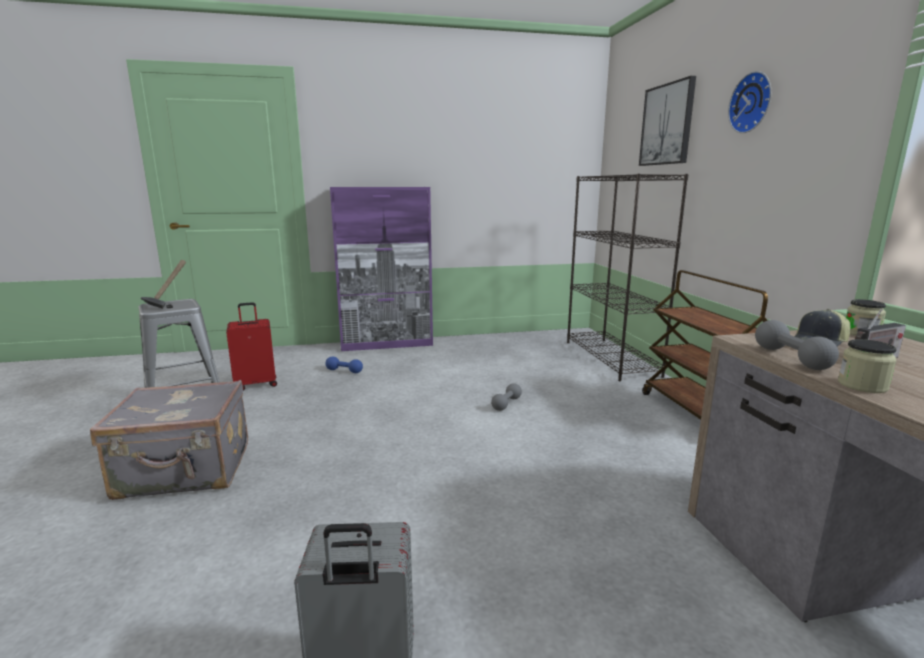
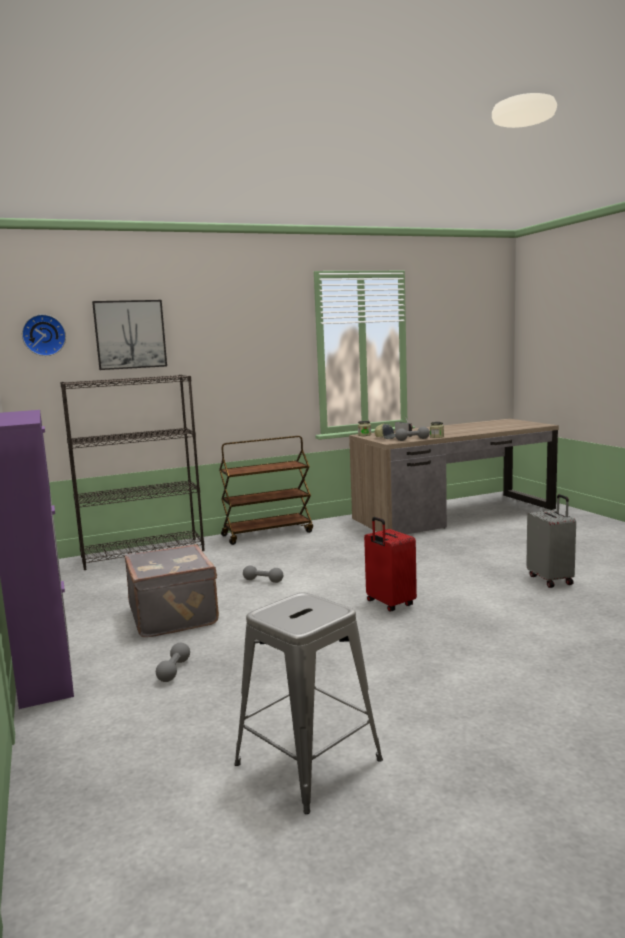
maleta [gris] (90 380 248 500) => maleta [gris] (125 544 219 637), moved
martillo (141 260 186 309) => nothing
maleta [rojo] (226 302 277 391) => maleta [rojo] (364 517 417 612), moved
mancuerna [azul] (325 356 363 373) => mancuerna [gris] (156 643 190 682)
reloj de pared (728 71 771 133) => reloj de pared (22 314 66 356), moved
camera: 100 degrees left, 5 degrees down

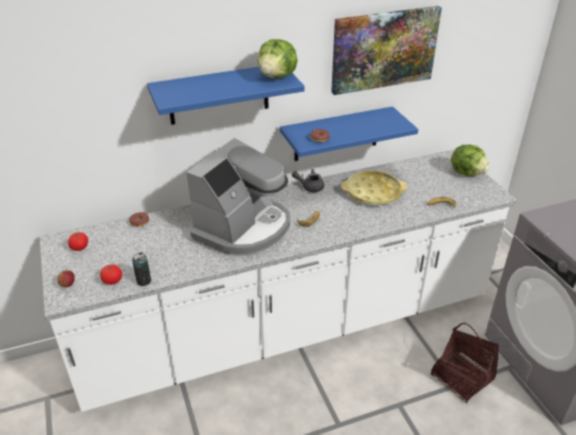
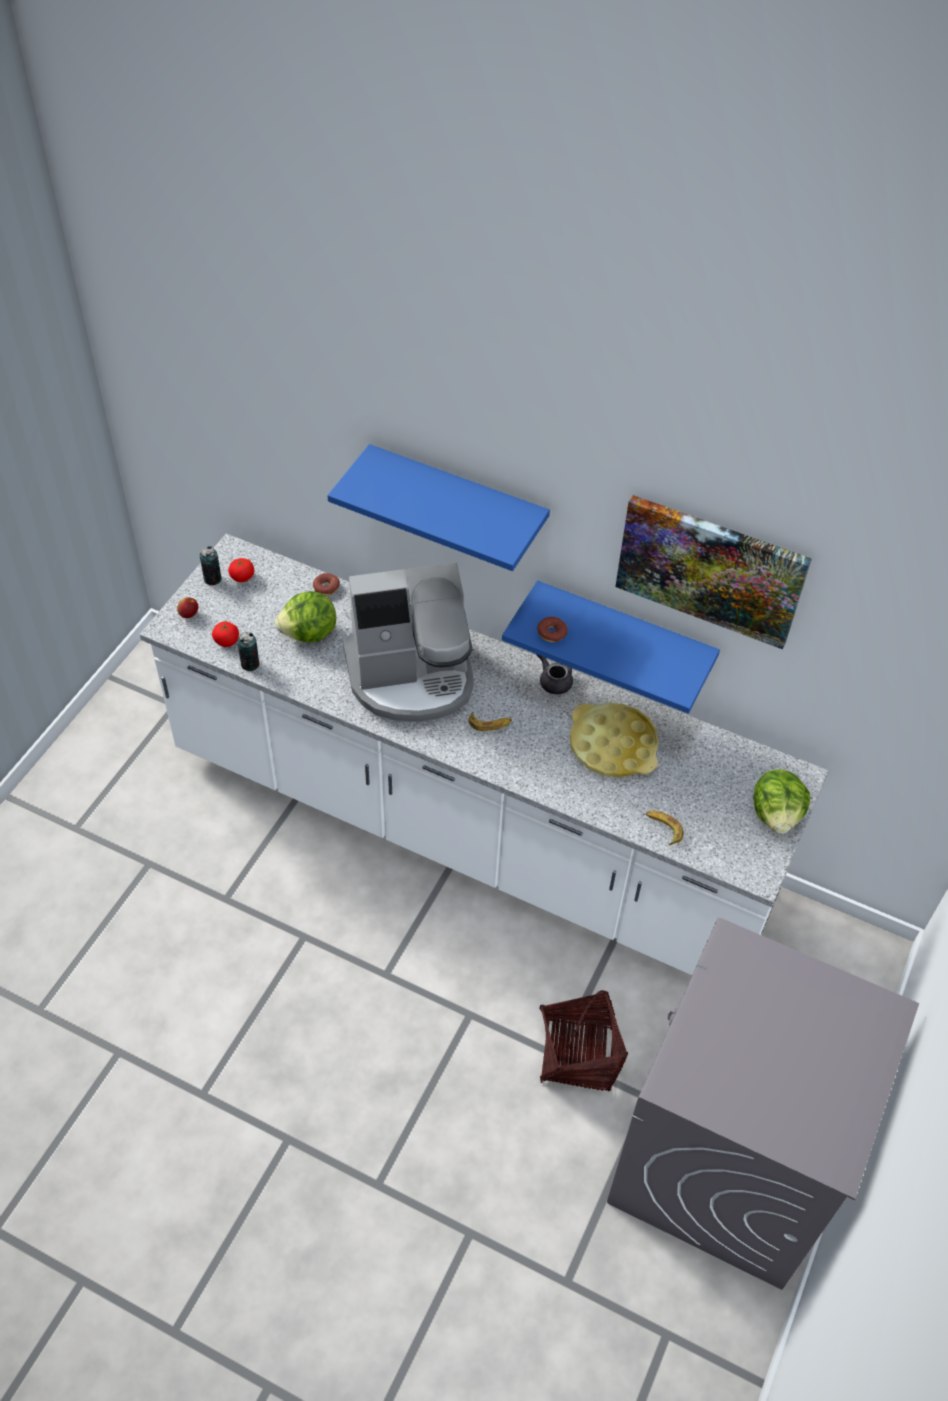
lechuga (258 39 298 78) => lechuga (275 591 336 642), moved
nothing => lata (200 546 221 585)
camera: 45 degrees right, 15 degrees up

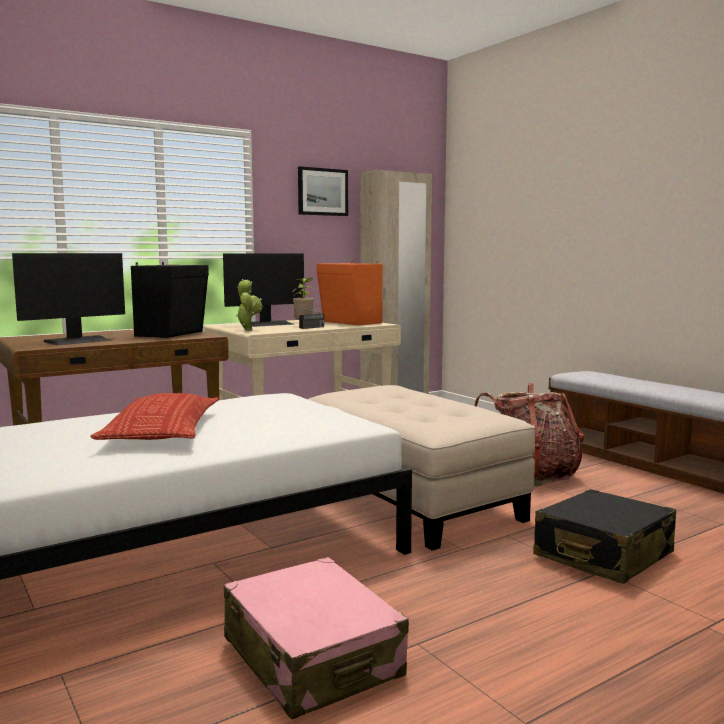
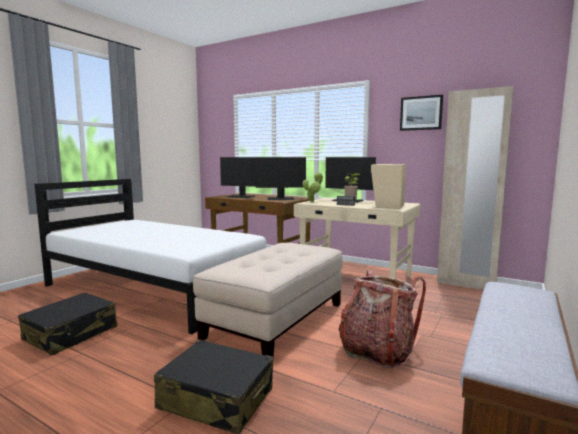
cojín (90 393 218 440) => nothing
altavoz [negro] (131 262 209 338) => monitor (255 157 306 200)
maleta [rosa] (224 557 409 720) => maleta [negro] (18 292 117 356)
altavoz [naranja] (316 261 382 325) => altavoz [beis] (371 164 406 209)
camera: 65 degrees right, 0 degrees up

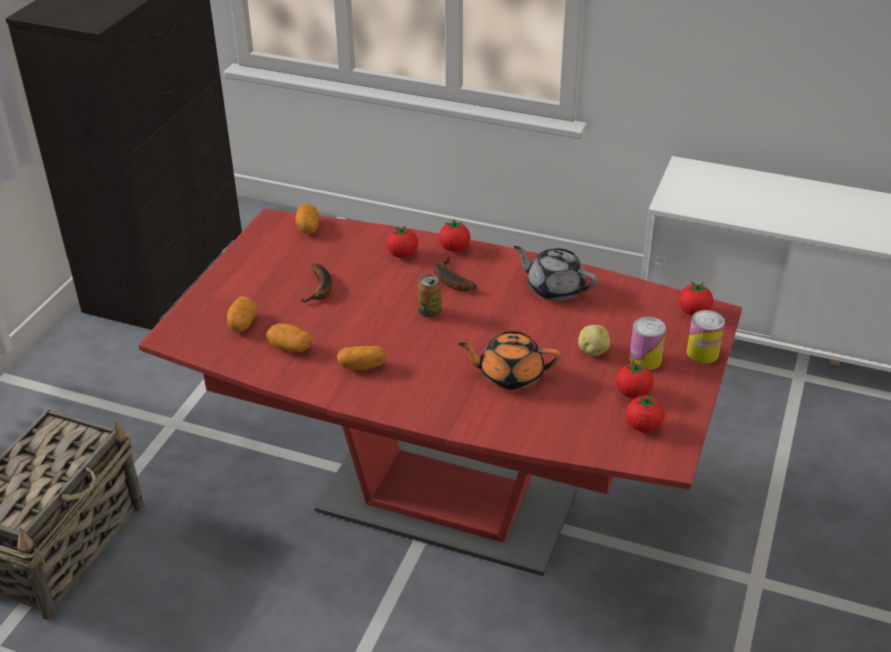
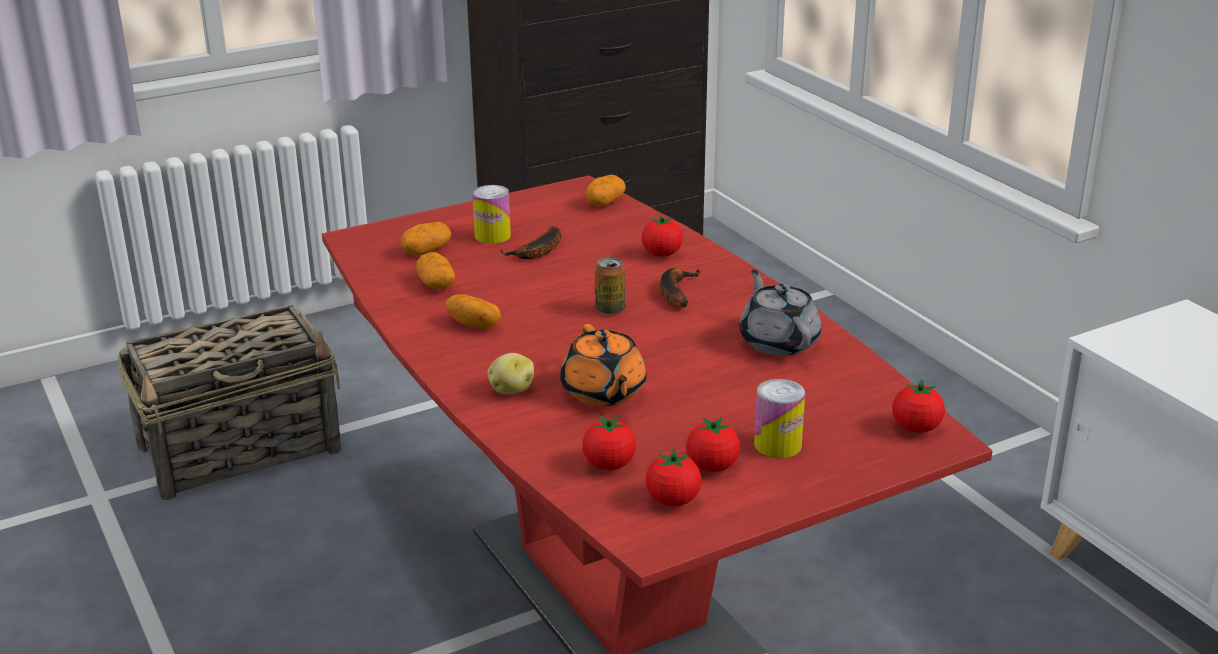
tomate (439 220 470 252) => tomate (583 415 636 470), moved
tetera [naranja] (458 331 561 390) => tetera [naranja] (560 324 646 406), 150 degrees counterclockwise
patata (578 325 610 356) => patata (487 353 534 394), moved
lata (687 310 725 364) => lata (472 185 511 244), moved
camera: 40 degrees right, 10 degrees down

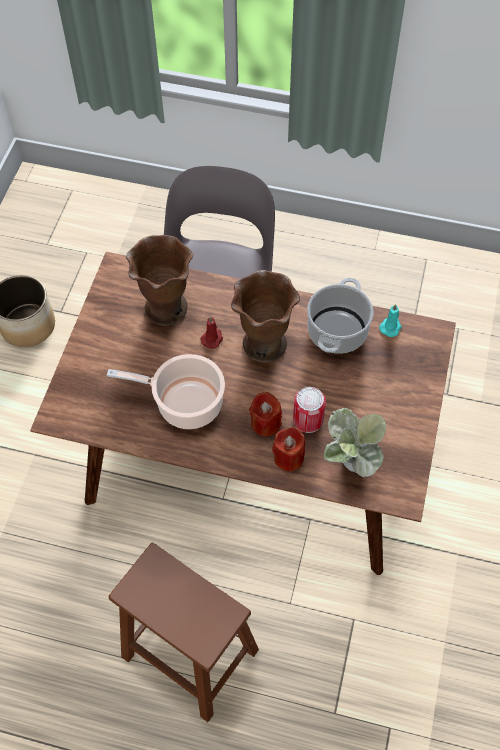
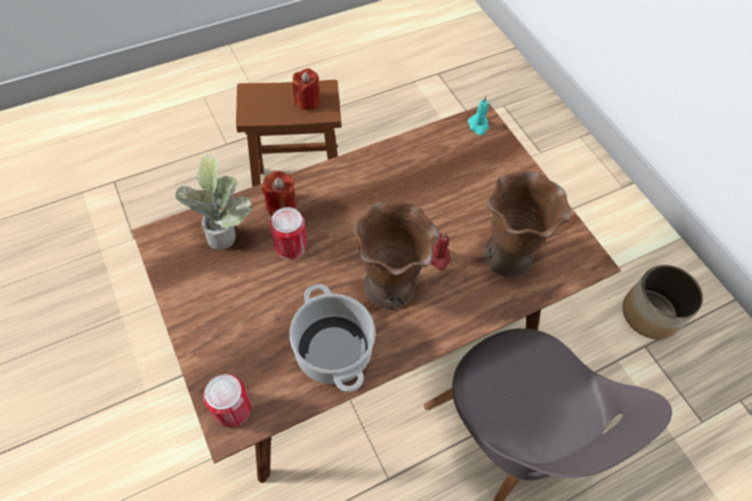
olla (107 354 225 429) => nothing
vela [rojo] (249 392 282 437) => vela [rojo] (293 68 320 110), moved
vela [turquesa] (379 304 402 337) => vela [turquesa] (468 96 489 135), moved
nothing => lata (203 374 252 427)
camera: 135 degrees right, 0 degrees up

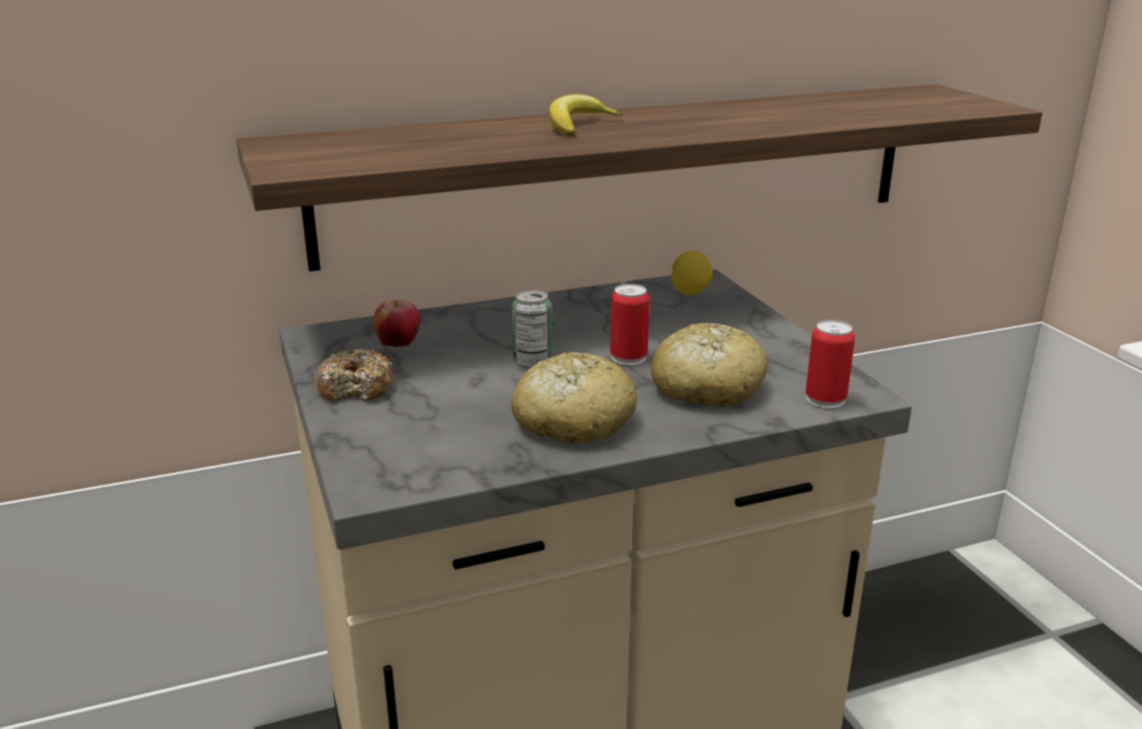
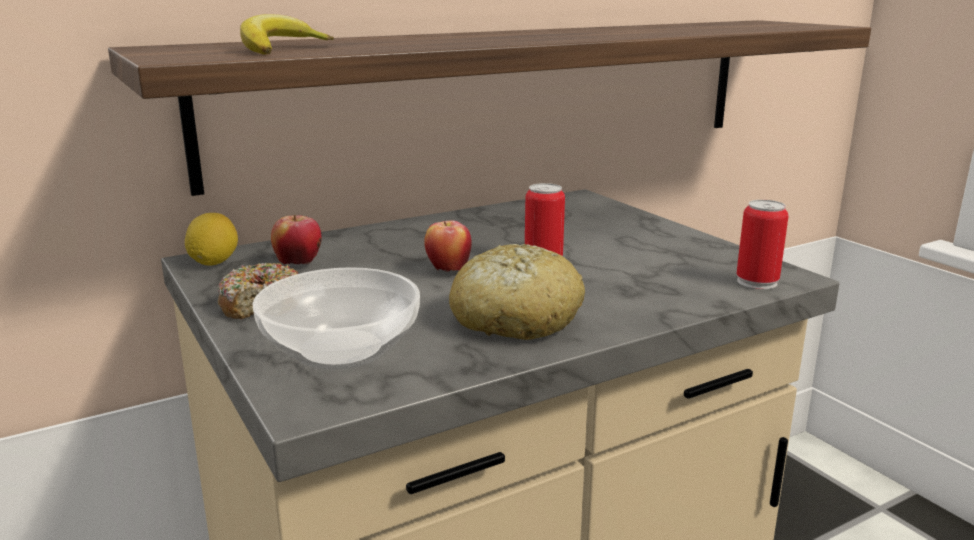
lata (512 290 552 369) => manzana (424 220 472 272)
plátano (549 94 622 136) => plátano (240 14 334 55), moved
pan (651 323 768 407) => nothing
limón (671 251 713 295) => limón (185 213 238 266), moved
nothing => cuenco (252 267 420 370)
camera: 10 degrees left, 5 degrees down

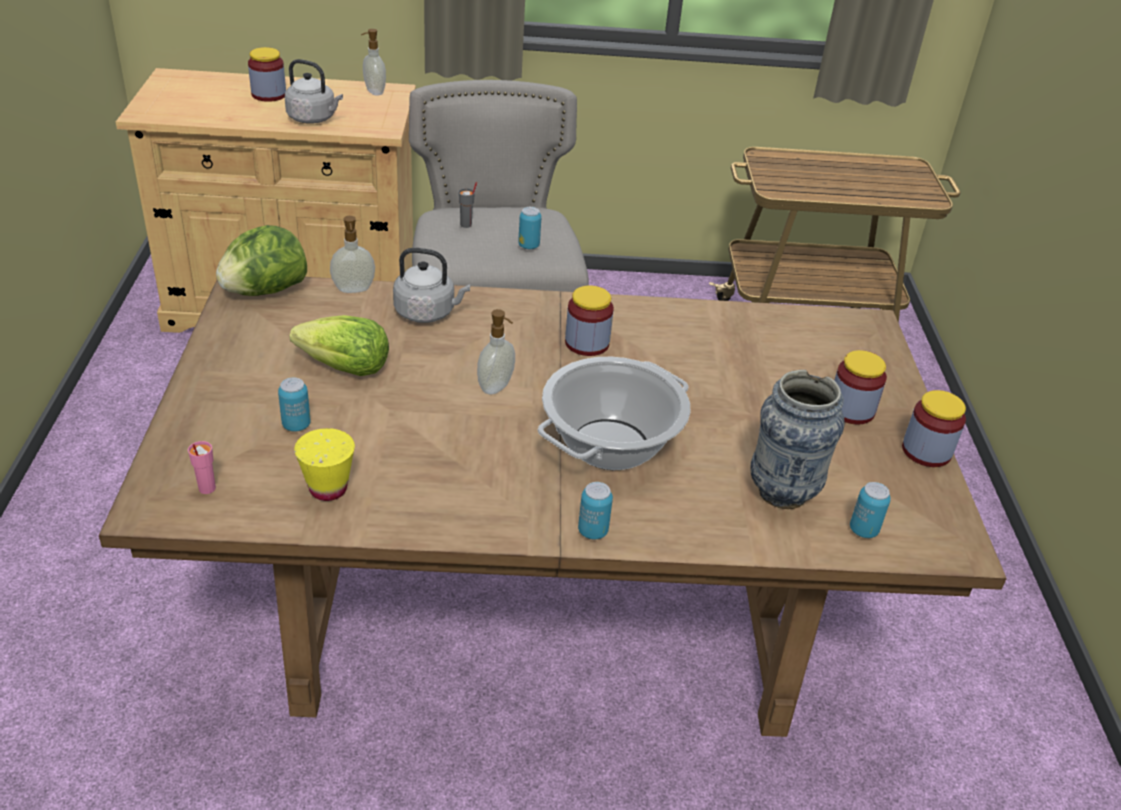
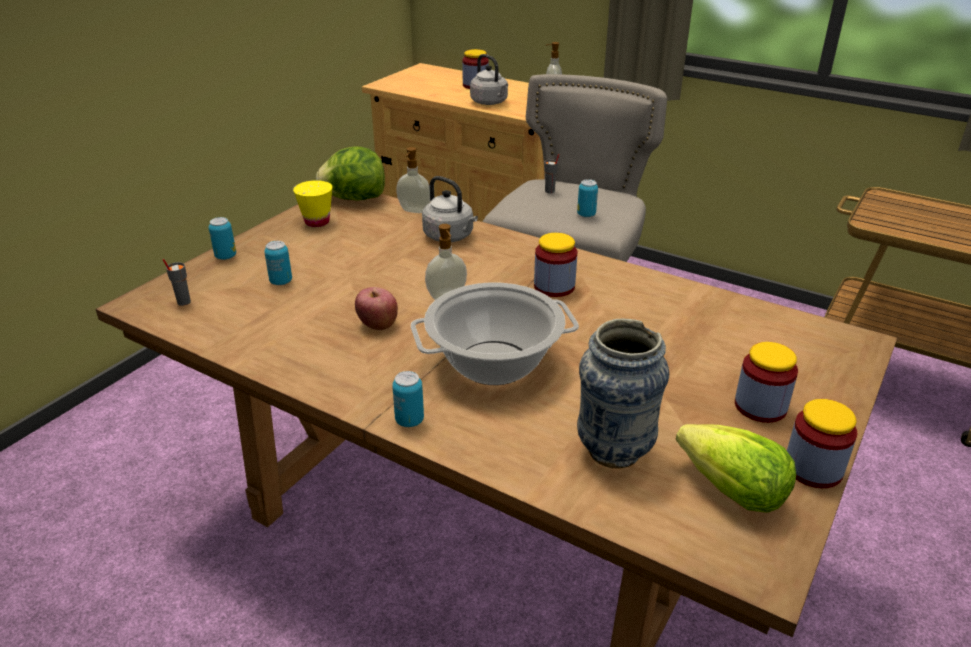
taza [rosa] (188 441 216 494) => taza [gris] (162 259 191 306)
lechuga (290 315 389 376) => lechuga (676 424 796 513), moved
taza [amarillo] (294 428 355 501) => taza [amarillo] (293 180 333 227), moved
lata (850 482 891 538) => lata (209 217 236 260), moved
nothing => manzana (355 287 398 330)
camera: 35 degrees right, 5 degrees down

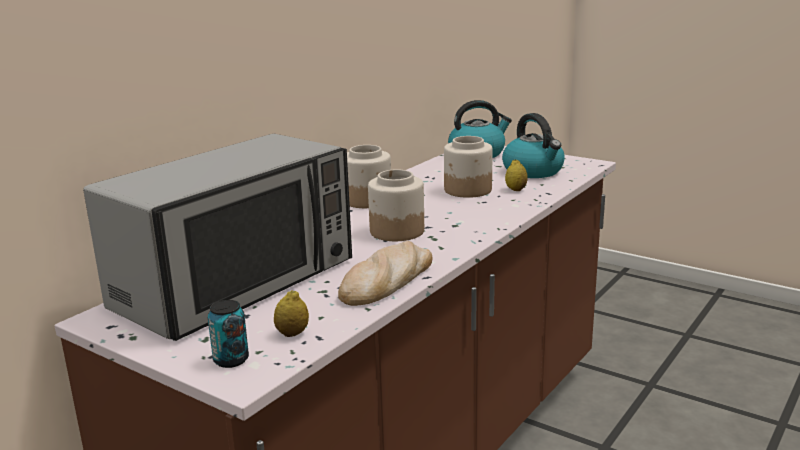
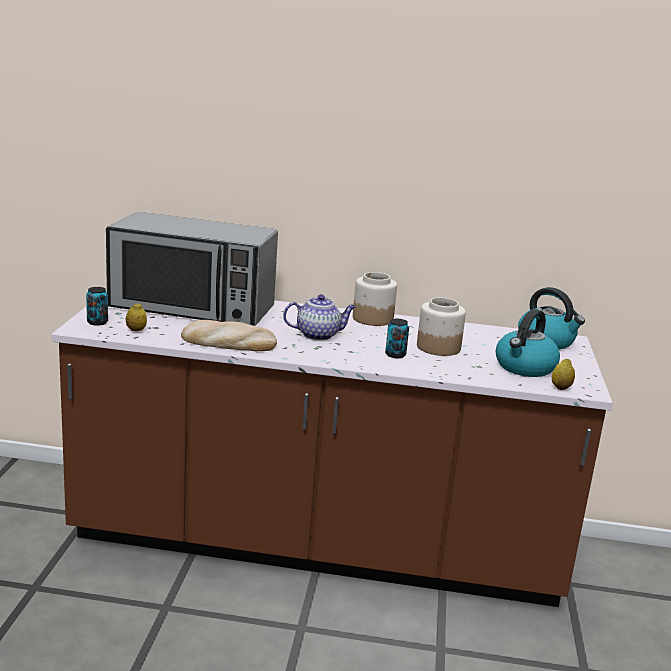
tarro (368 169 424 241) => tetera (283 294 356 341)
limón (505 160 528 191) => limón (552 358 575 390), moved
nothing => lata (385 319 409 358)
camera: 60 degrees right, 0 degrees up

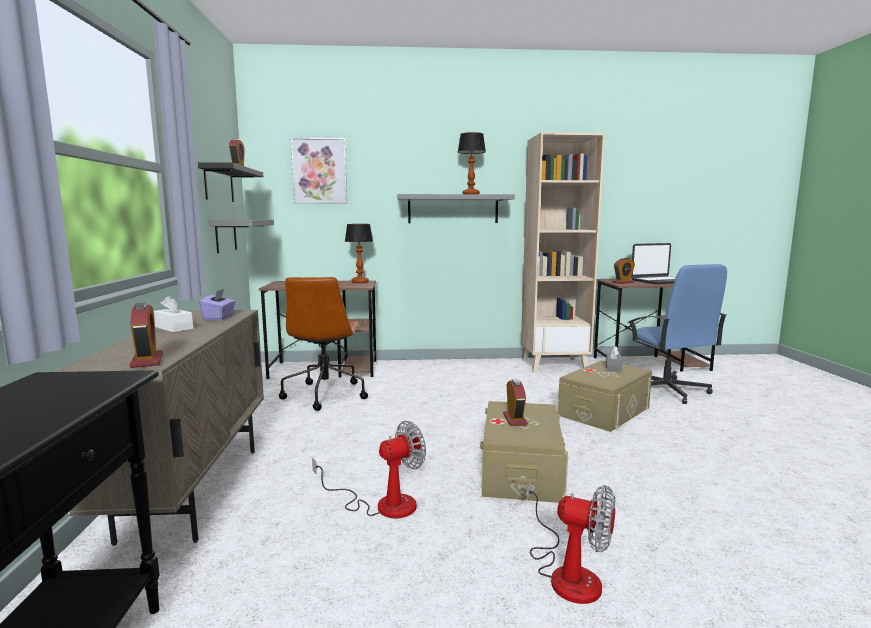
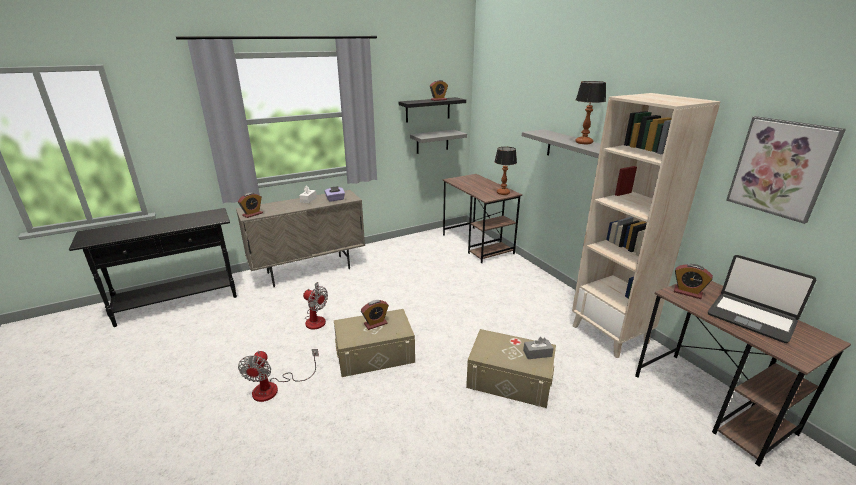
silla de oficina [marrón] (279 277 368 411) => nothing
cuadro (291 137 347 204) => cuadro (726 116 846 224), moved
silla de oficina [azul] (628 264 727 404) => nothing
camera: 65 degrees right, 15 degrees up

